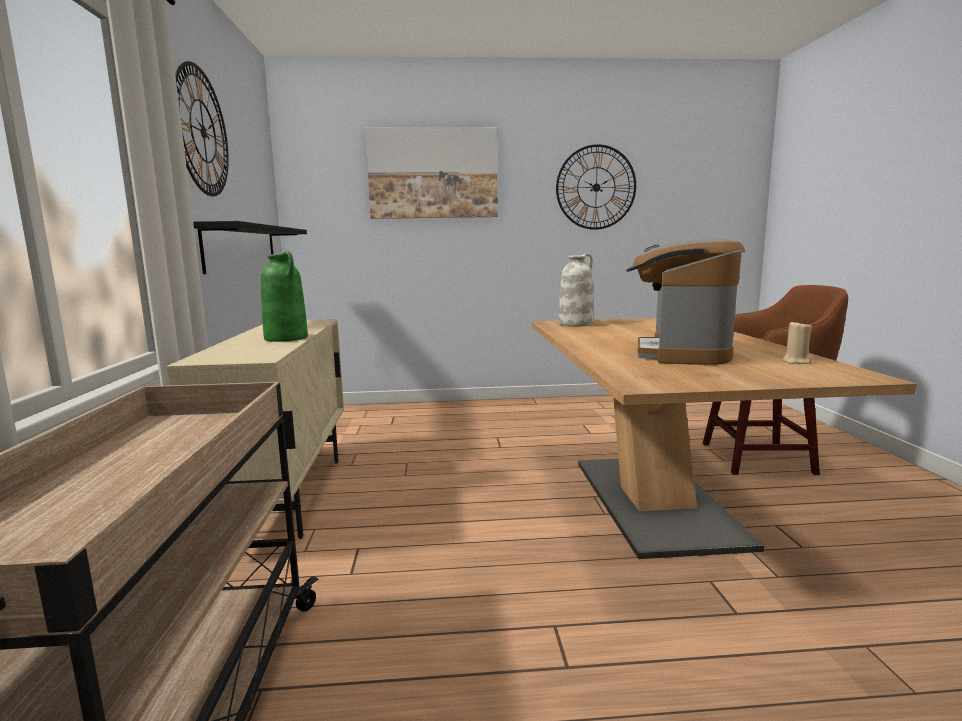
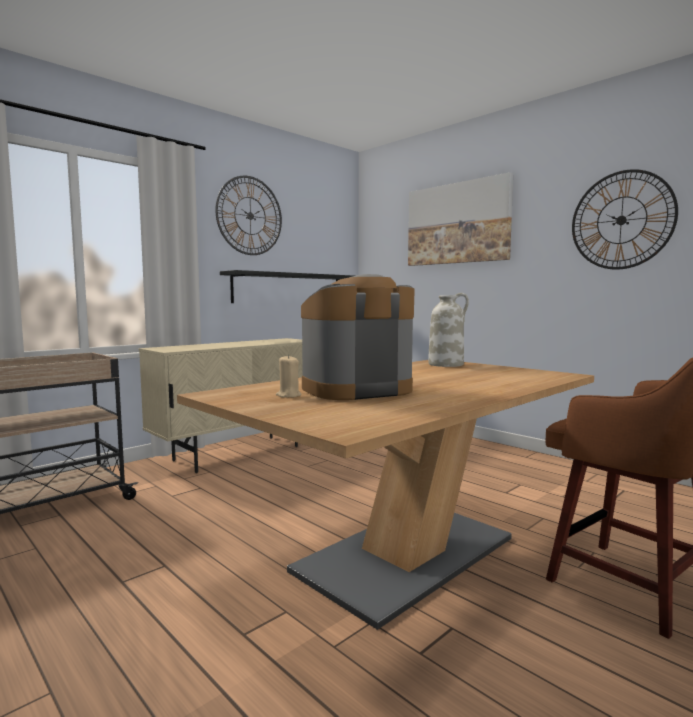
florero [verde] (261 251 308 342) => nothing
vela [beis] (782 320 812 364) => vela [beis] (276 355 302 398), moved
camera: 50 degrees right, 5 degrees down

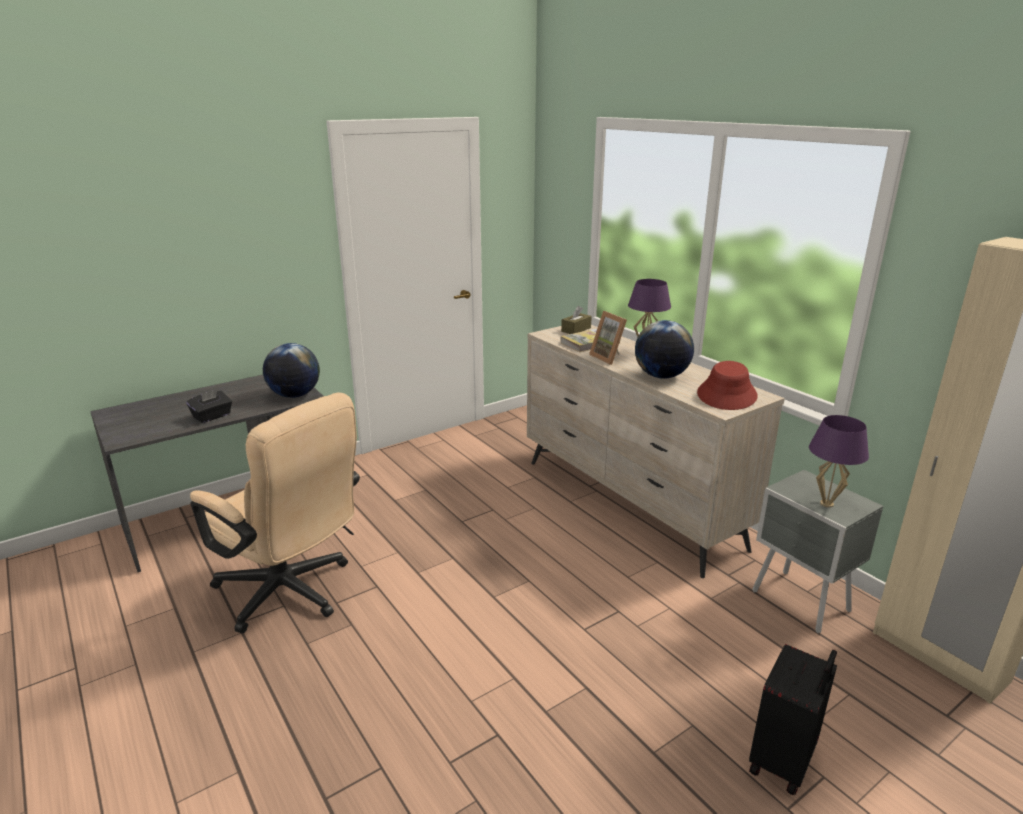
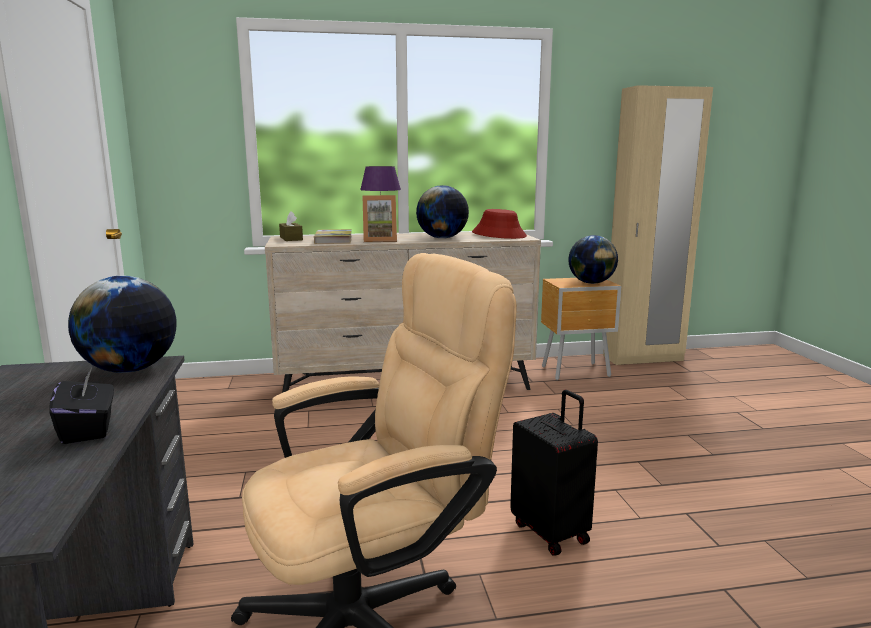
maleta [negro] (749 644 837 795) => maleta [negro] (510 390 598 556), moved
mesita de noche [gris] (752 470 883 633) => mesita de noche [marrón] (541 278 621 380)
lámpara de mesa [morado] (809 415 869 508) => globo terráqueo (568 235 618 284)
camera: 65 degrees left, 10 degrees down

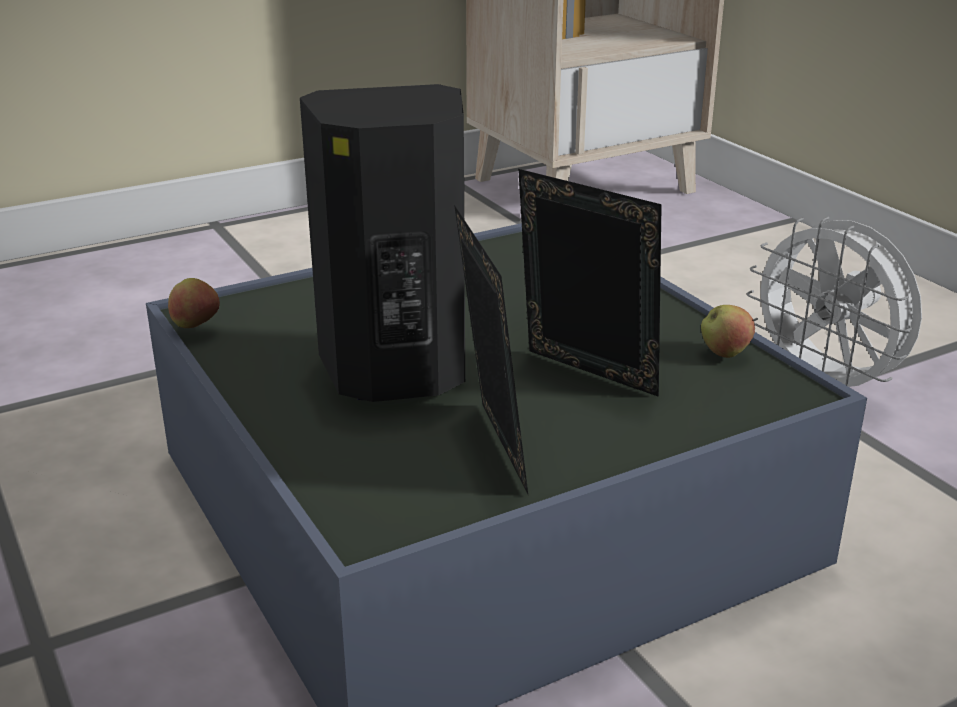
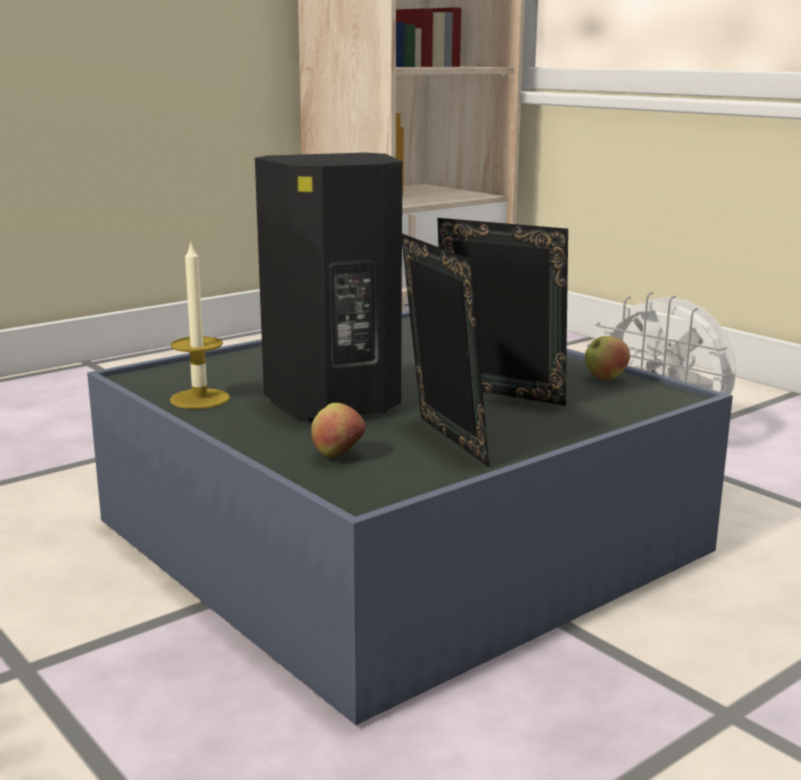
manzana (168 278 220 328) => manzana (311 403 366 457), moved
nothing => vela (170 240 230 409)
camera: 10 degrees left, 10 degrees down

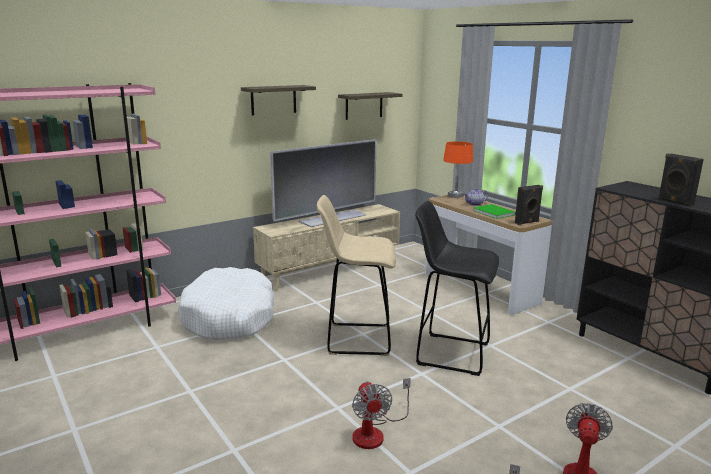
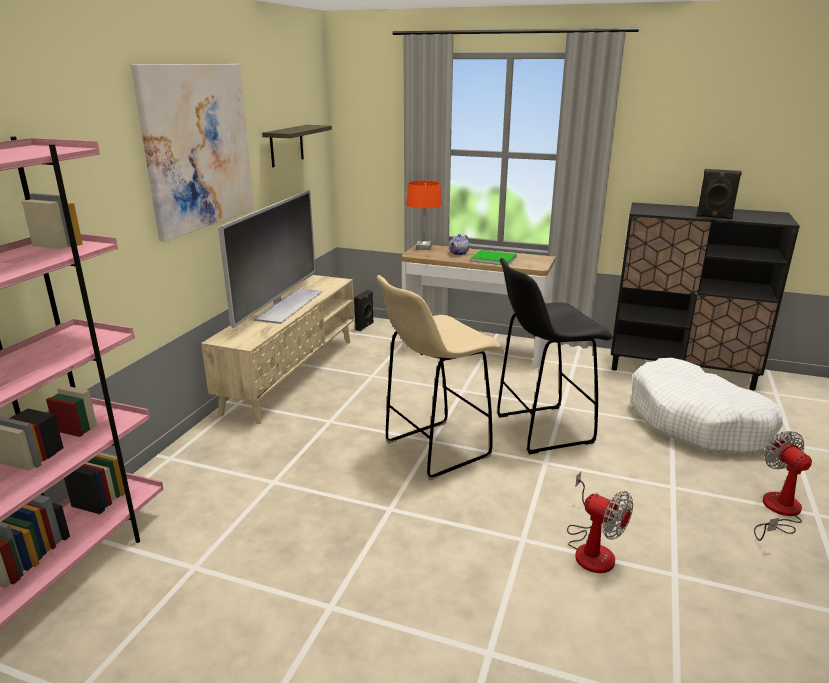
cama para perro [blanco] (178 267 274 340) => cama para perro [blanco] (631 358 783 454), moved
estante (241 85 316 115) => cuadro (131 64 254 242)
altavoz [negro] (515 185 543 225) => altavoz [negro] (354 290 374 331), moved
camera: 35 degrees left, 5 degrees up

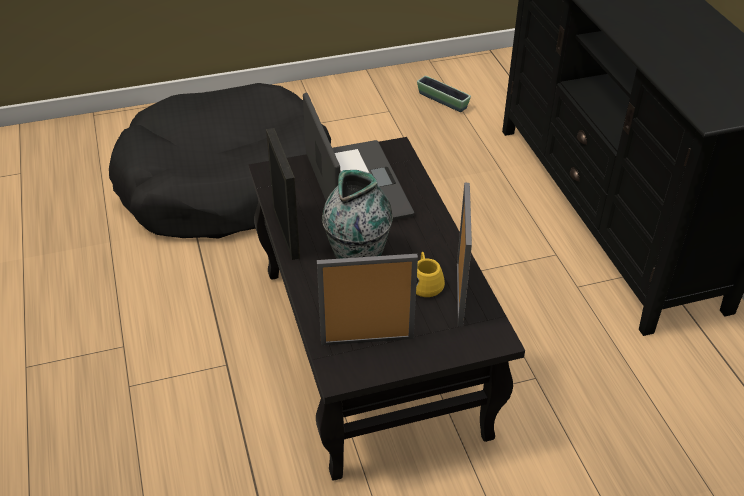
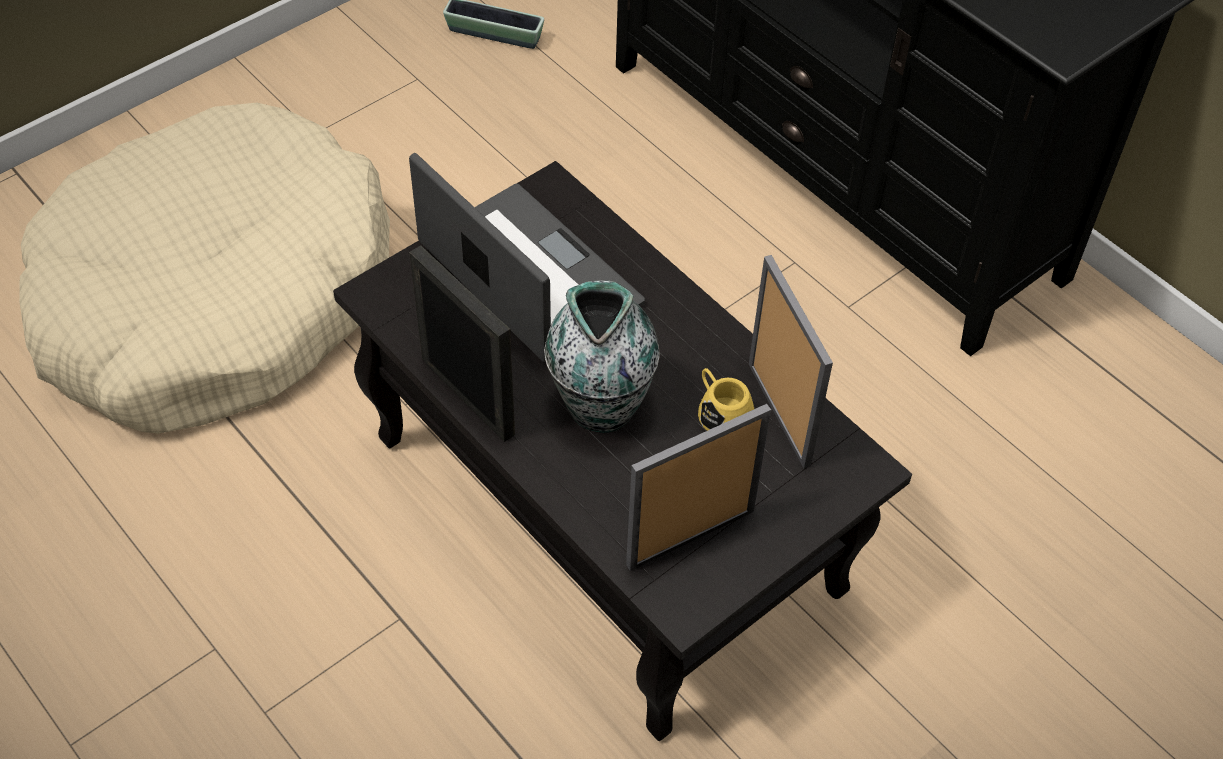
cama para perro [negro] (109 83 331 239) => cama para perro [beis] (19 103 390 434)
camera: 25 degrees left, 10 degrees up

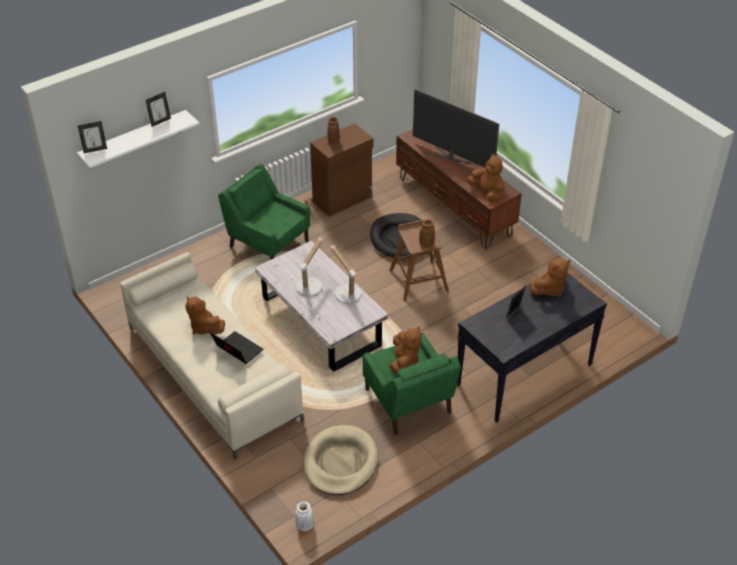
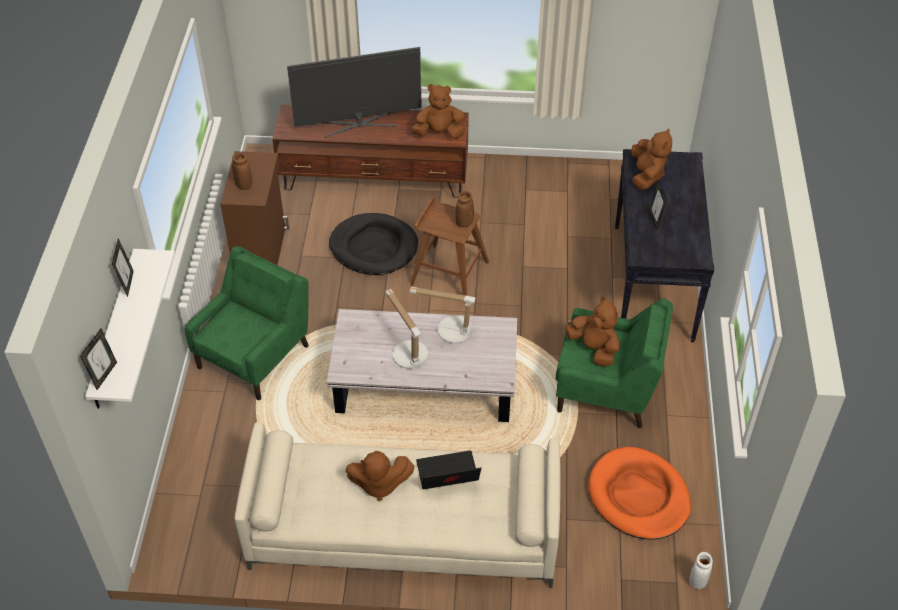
sillón [verde] (218 164 310 260) => sillón [verde] (184 246 309 400), 135 degrees clockwise
cama para perro [beis] (303 425 378 495) => cama para perro [naranja] (588 447 691 540)
camera: 50 degrees left, 5 degrees up

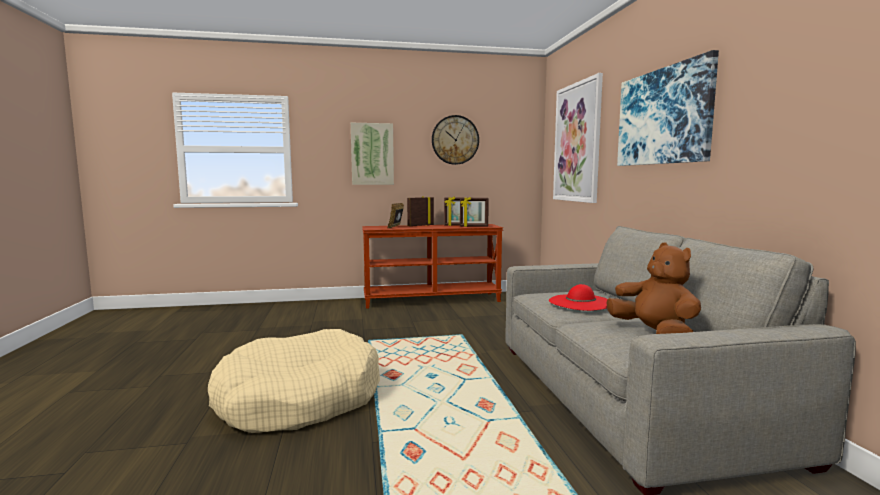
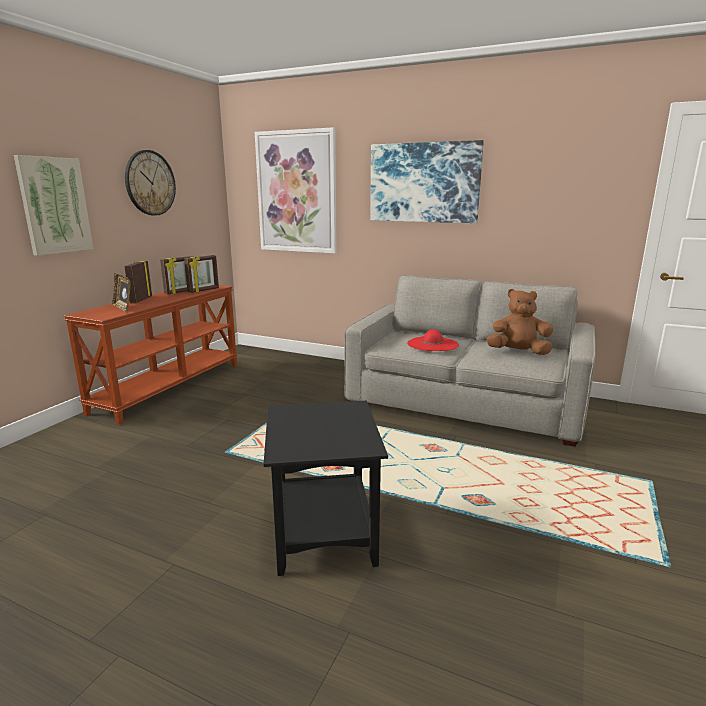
cama para perro [beis] (208 329 380 433) => mesa auxiliar [negro] (264 401 388 576)
camera: 55 degrees left, 10 degrees up

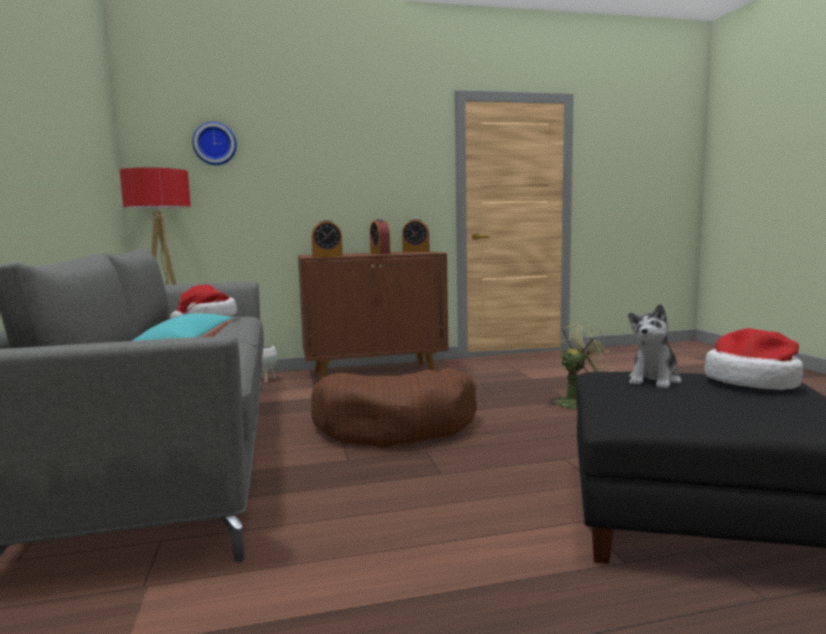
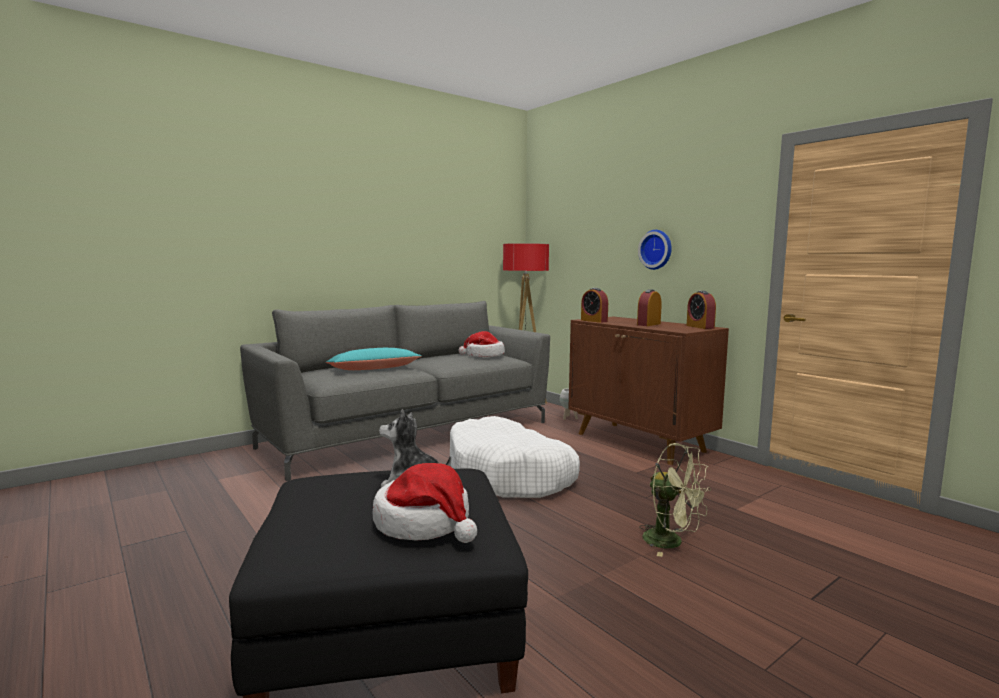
reloj de pared (192 122 237 165) => reloj de pared (638 230 672 270), moved
cama para perro [marrón] (311 368 477 447) => cama para perro [blanco] (450 416 580 498)
camera: 65 degrees right, 0 degrees up

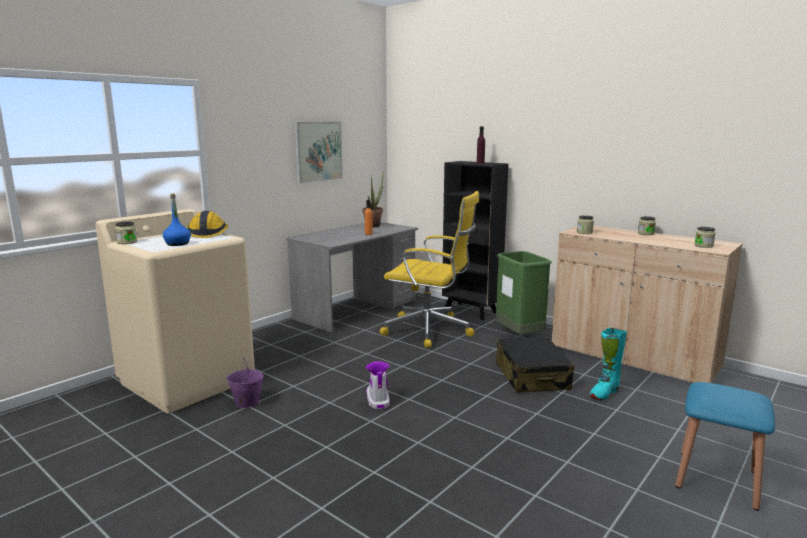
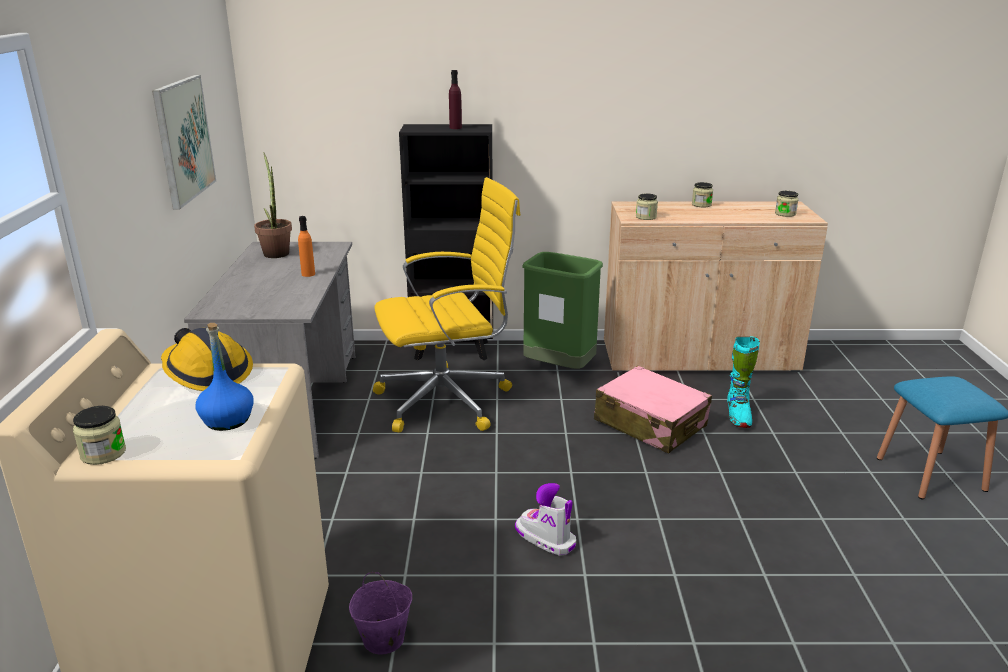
maleta [negro] (496 337 574 392) => maleta [rosa] (594 366 712 453)
camera: 40 degrees left, 10 degrees up

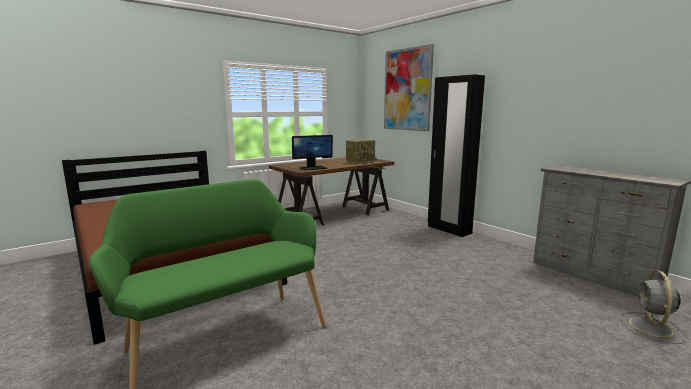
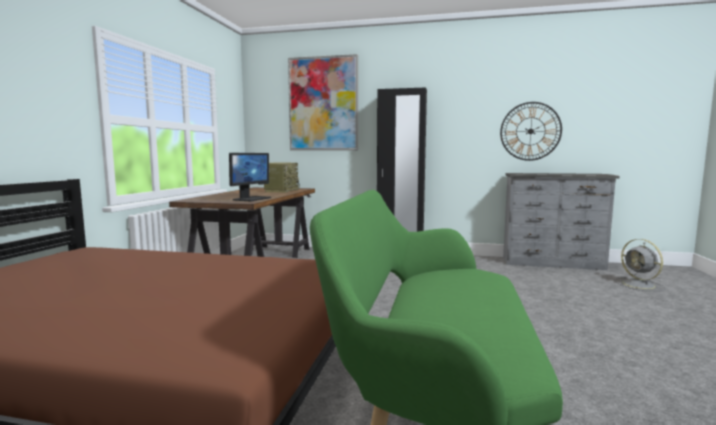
nothing => reloj de pared (500 102 562 161)
camera: 40 degrees left, 5 degrees down

